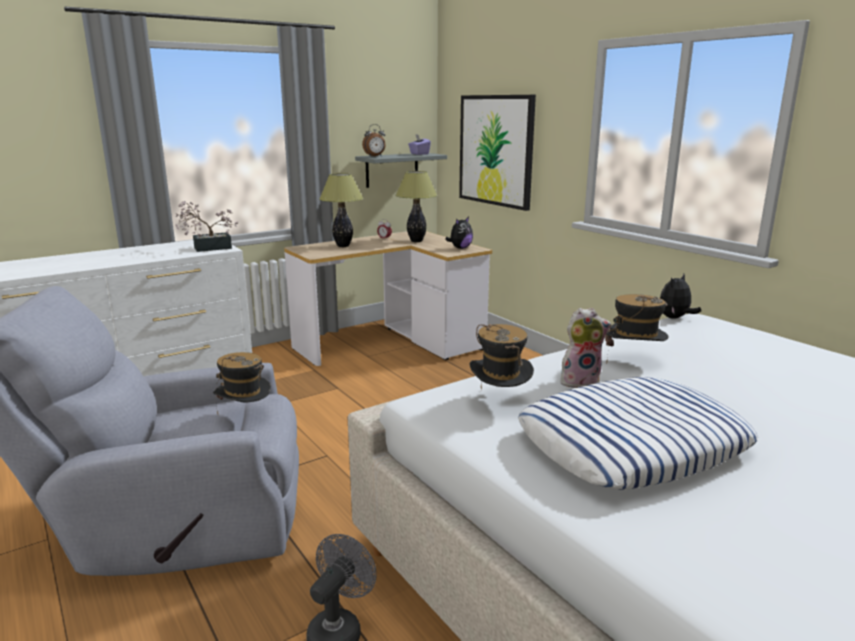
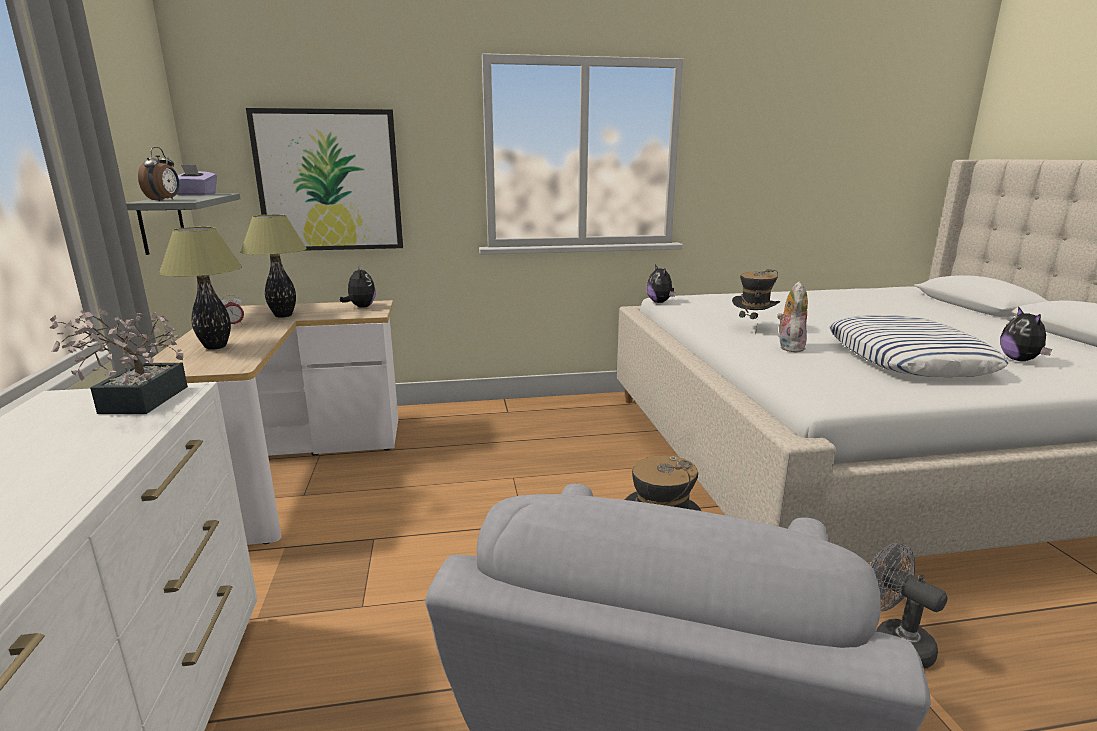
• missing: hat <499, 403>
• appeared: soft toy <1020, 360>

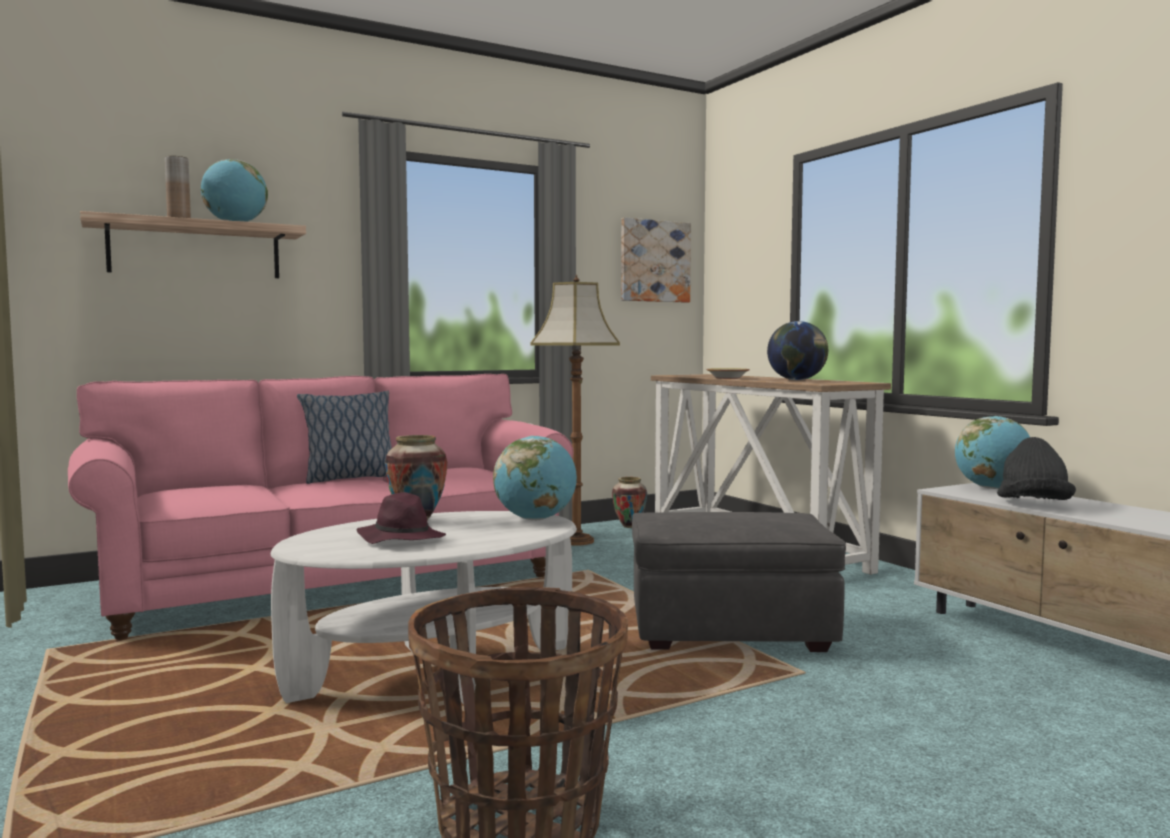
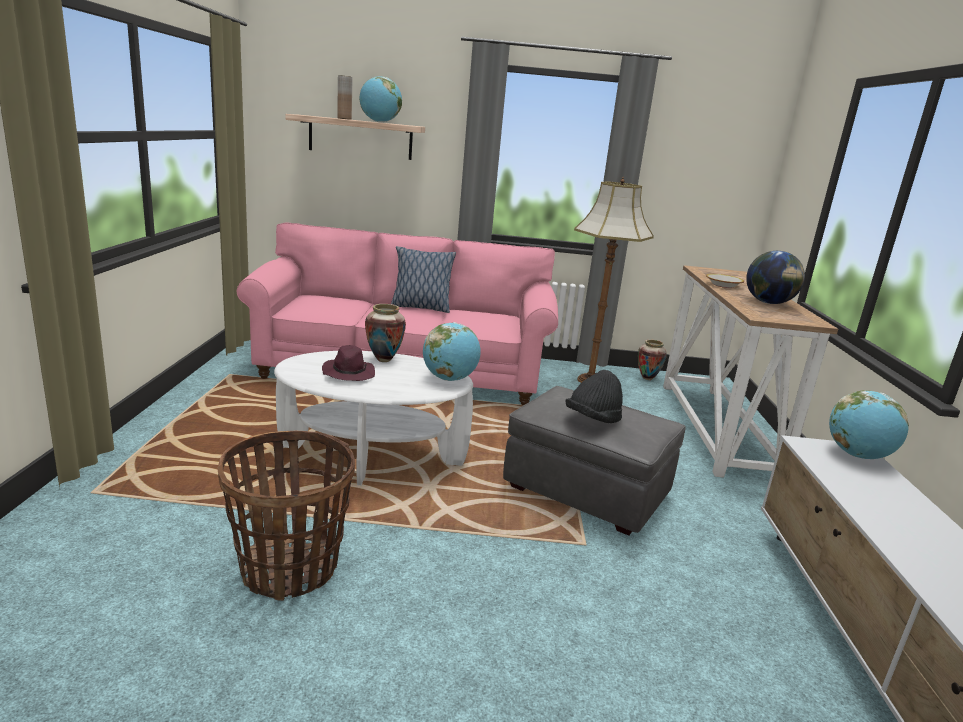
• missing: wall art <654, 261>
• relocated: black hat <1033, 505> to <592, 419>

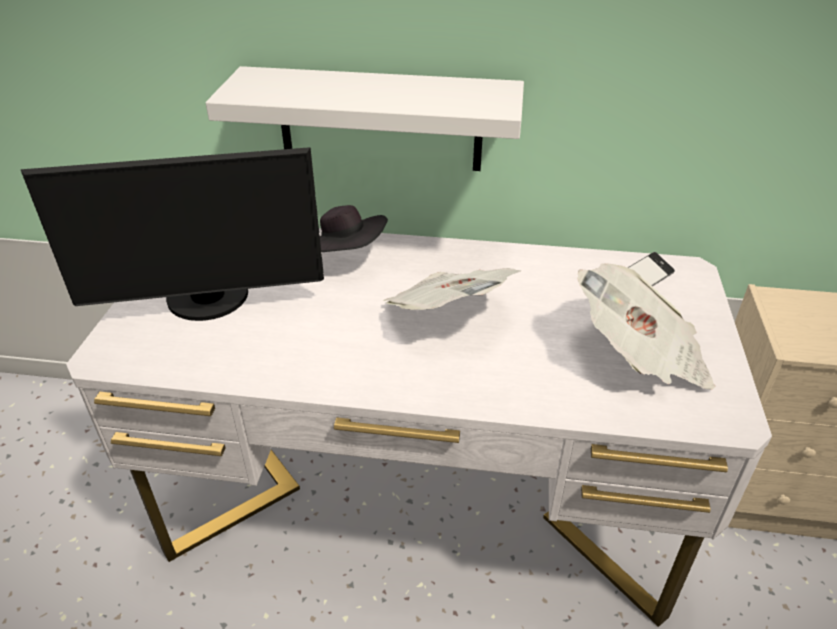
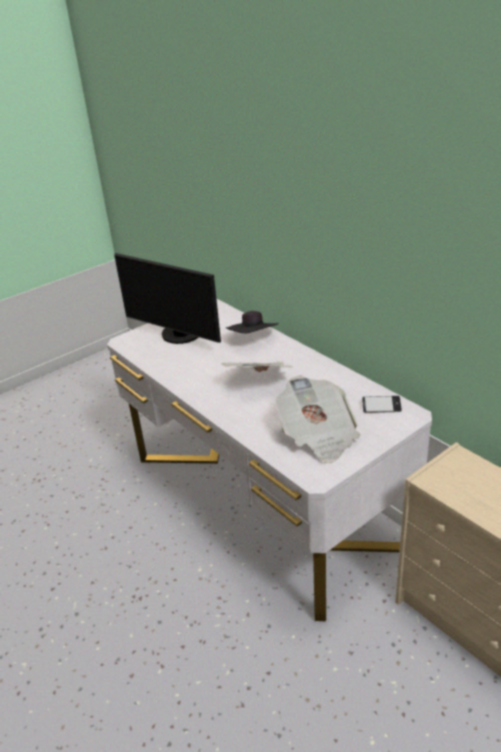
• missing: white shelf <380, 120>

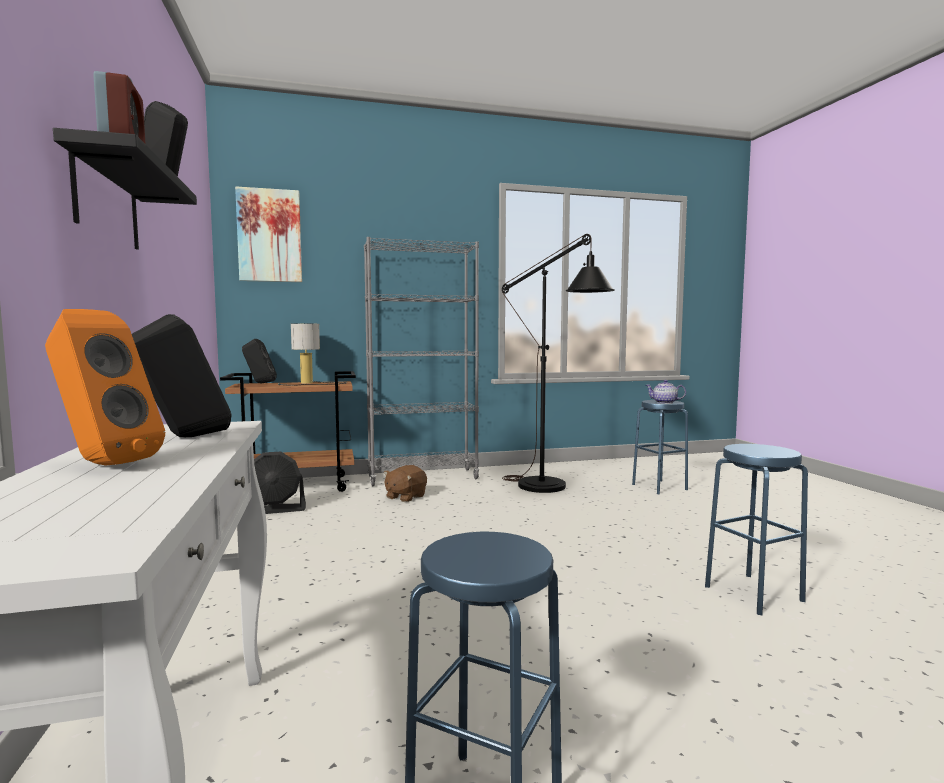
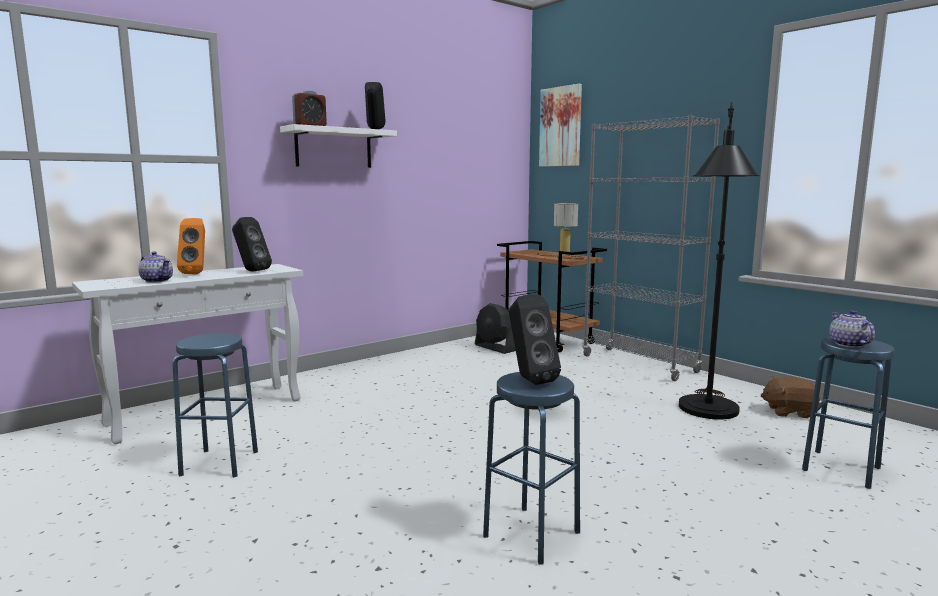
• appeared: teapot <157, 281>
• relocated: black speaker <259, 383> to <529, 380>
• relocated: brown soft toy <405, 497> to <788, 412>
• colour: black shelf <107, 202> to white shelf <333, 148>

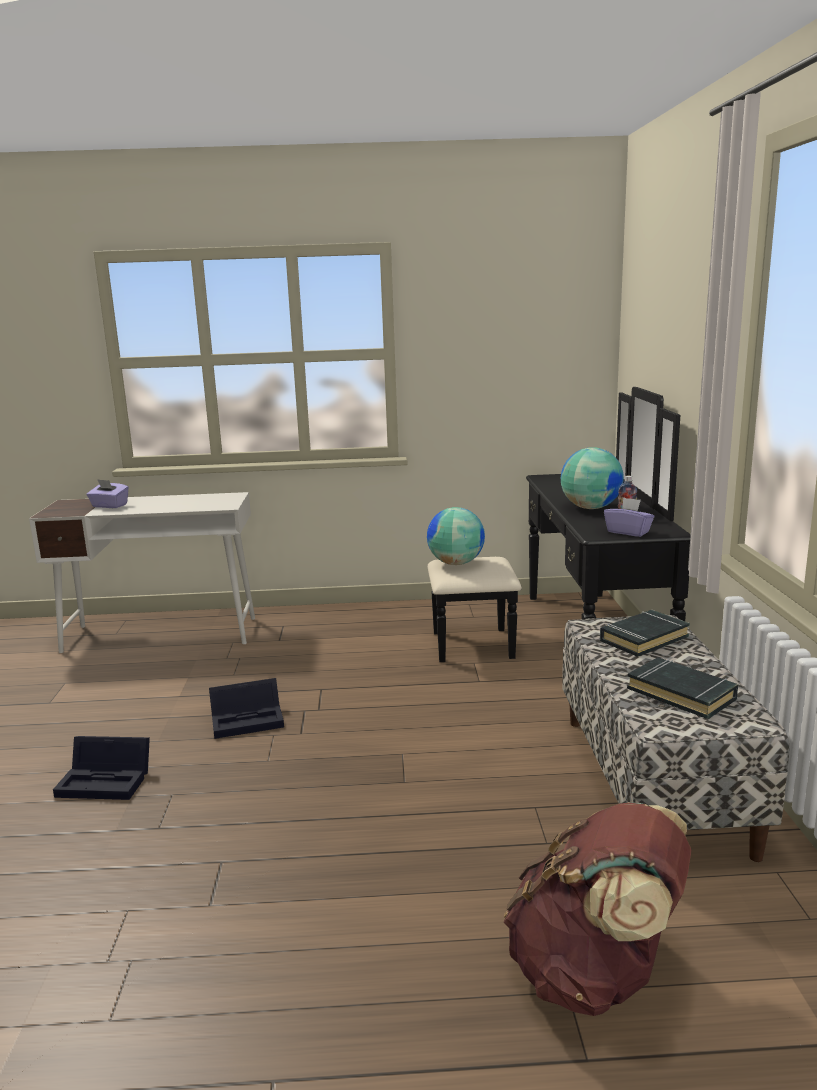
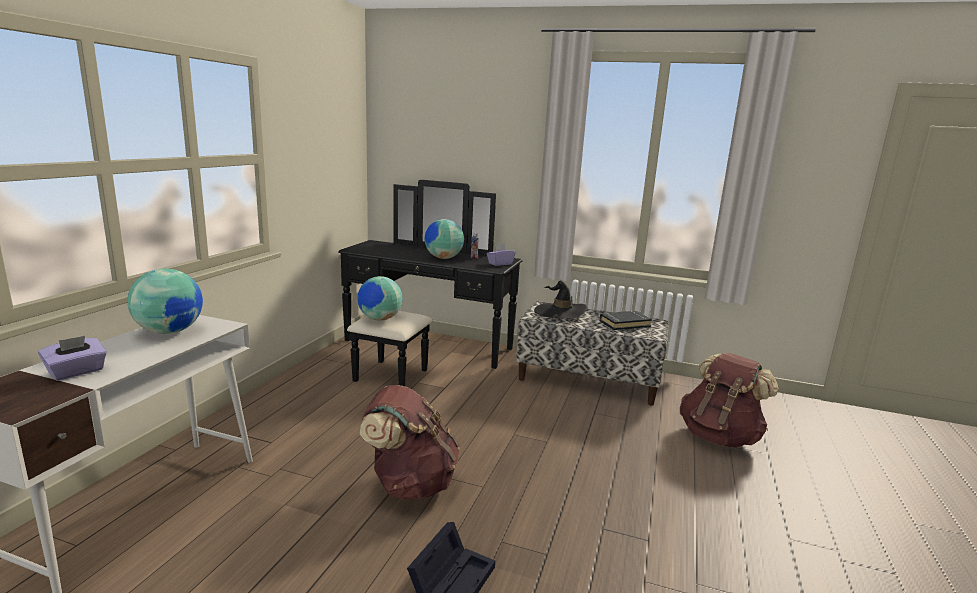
• appeared: desk globe <169, 331>
• exchanged: black storage container <249, 719> to brown rucksack <410, 484>
• exchanged: black bound book <643, 638> to black hat <560, 313>

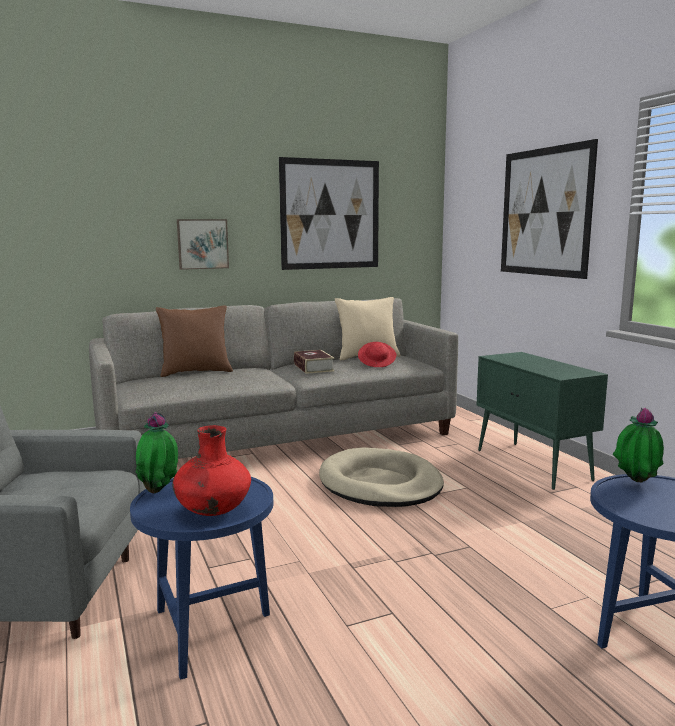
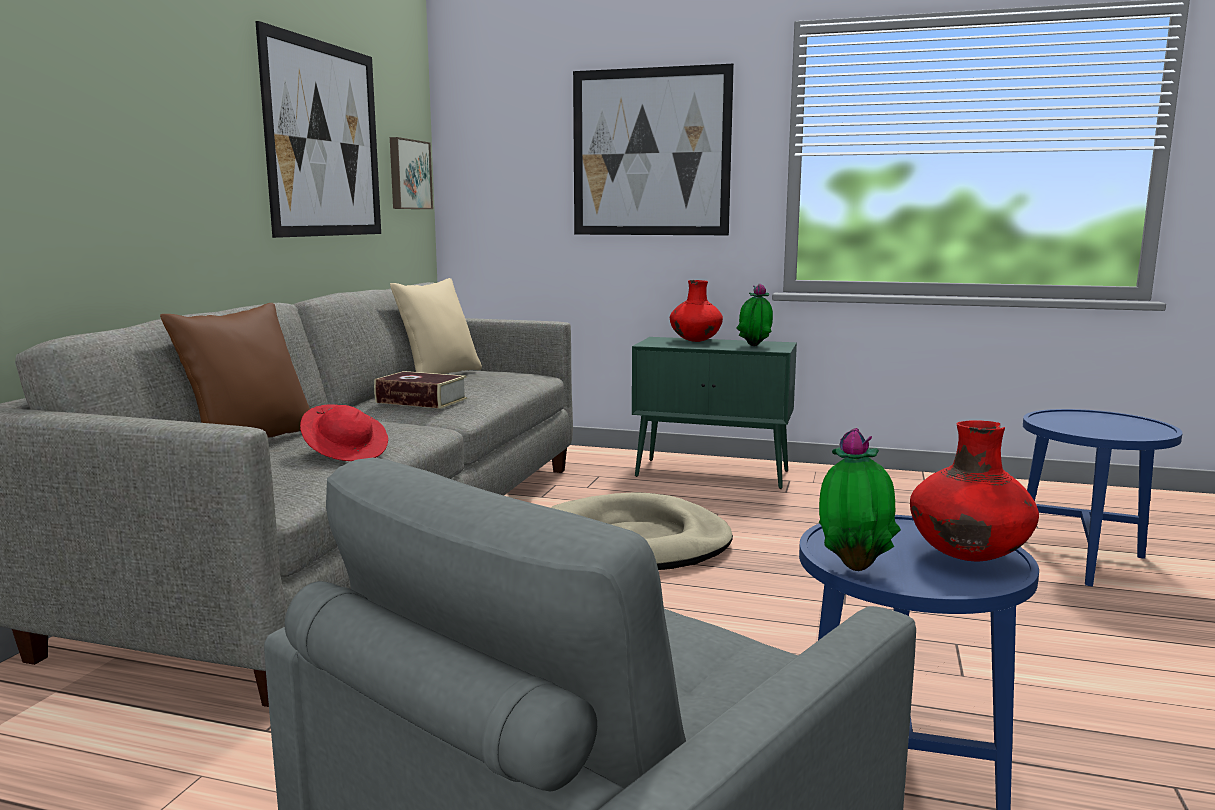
• appeared: reddish vase <695, 341>
• relocated: wall art <202, 244> to <408, 174>
• relocated: reddish hat <377, 363> to <346, 453>
• relocated: houseplant <635, 483> to <754, 346>

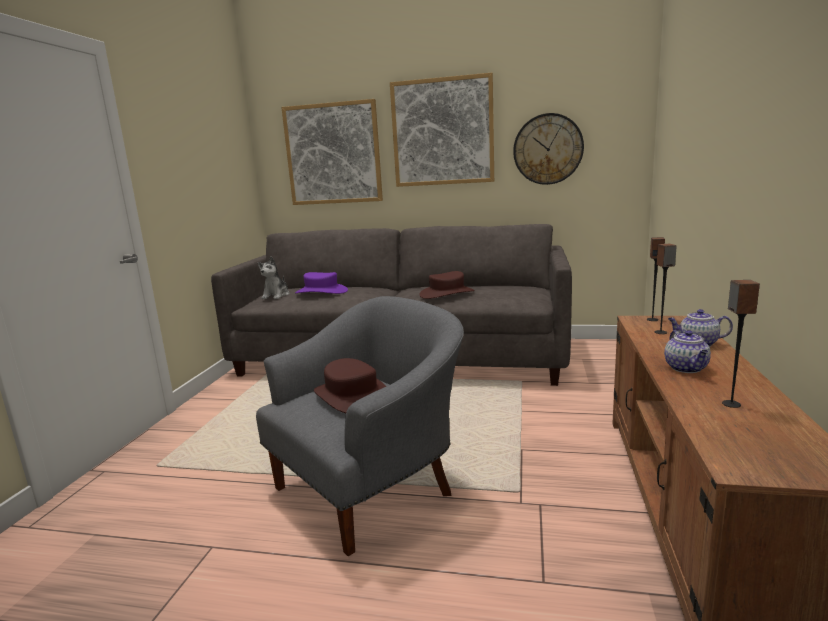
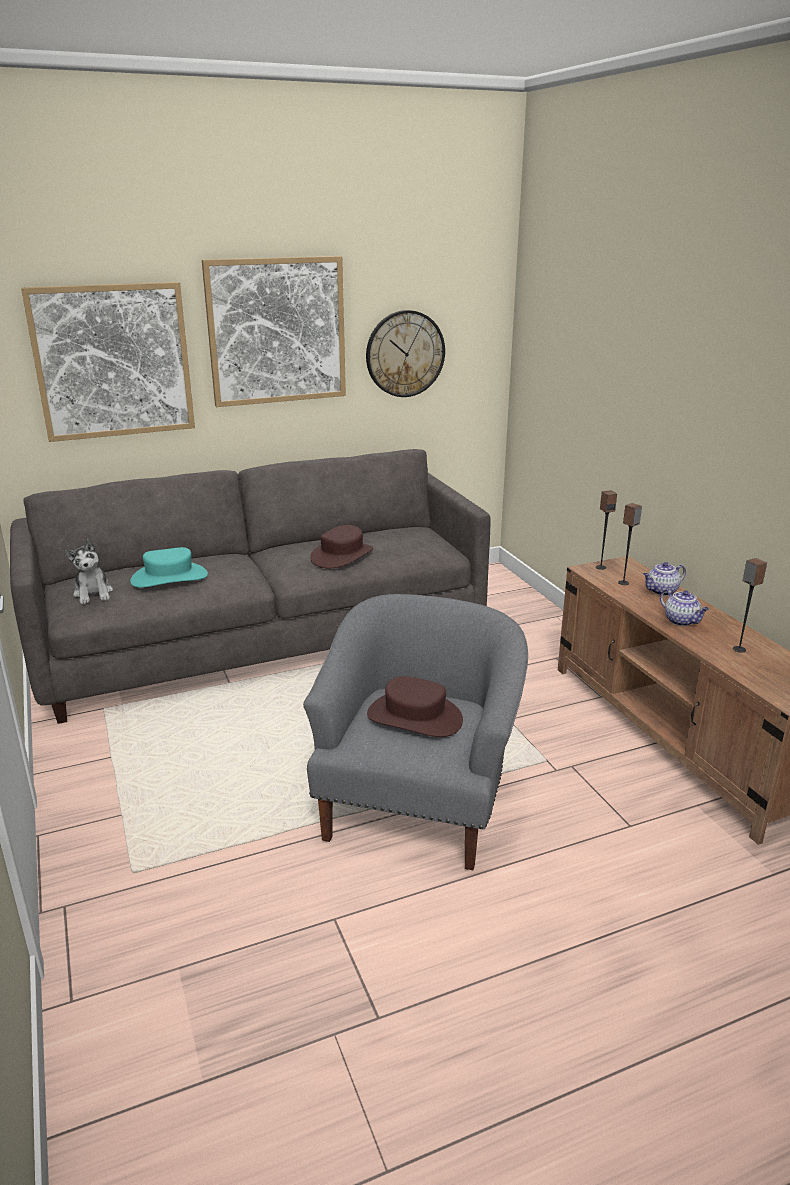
• colour: purple-coloured hat <321, 291> to turquoise-coloured hat <169, 577>

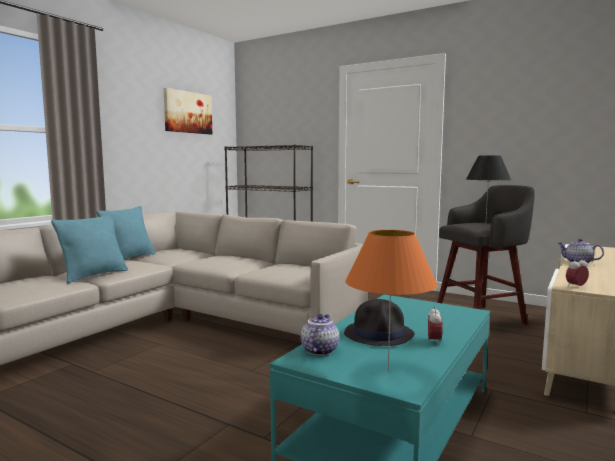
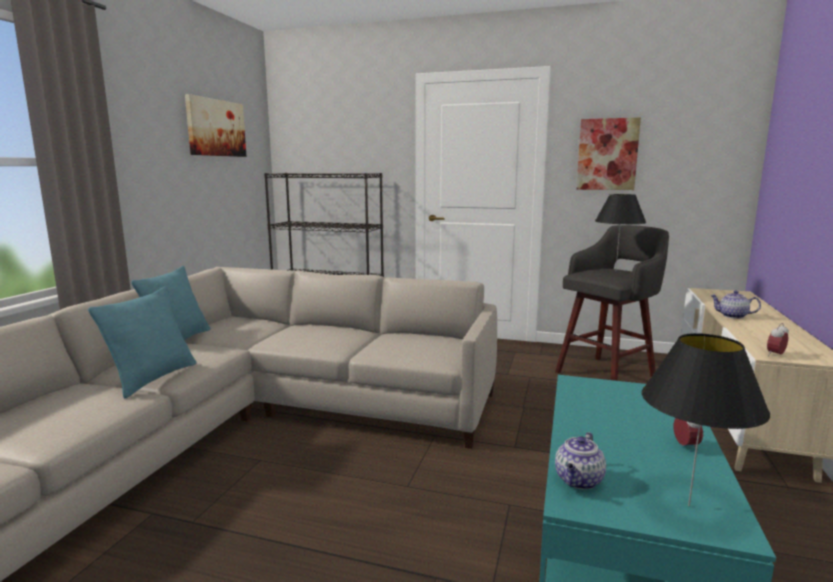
• missing: black hat <379, 334>
• appeared: wall art <607, 154>
• colour: orangey table lamp <388, 371> to black table lamp <689, 505>
• spun: teapot <319, 350> = <579, 481> 150 degrees counterclockwise

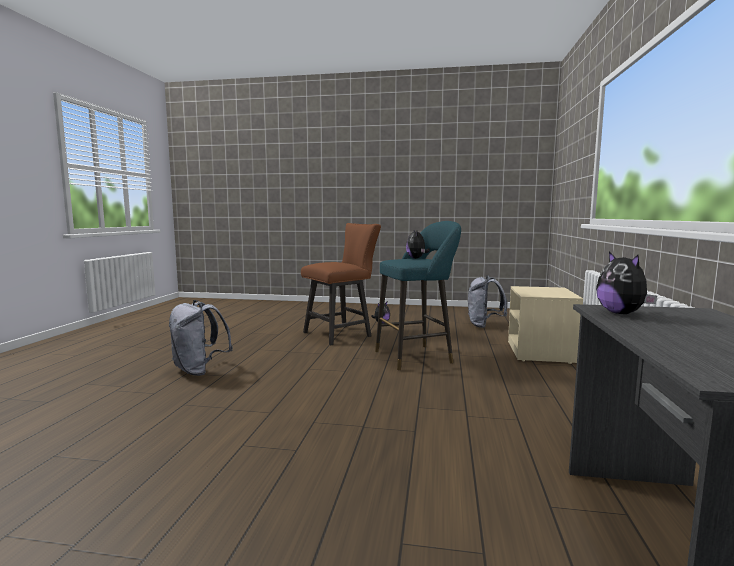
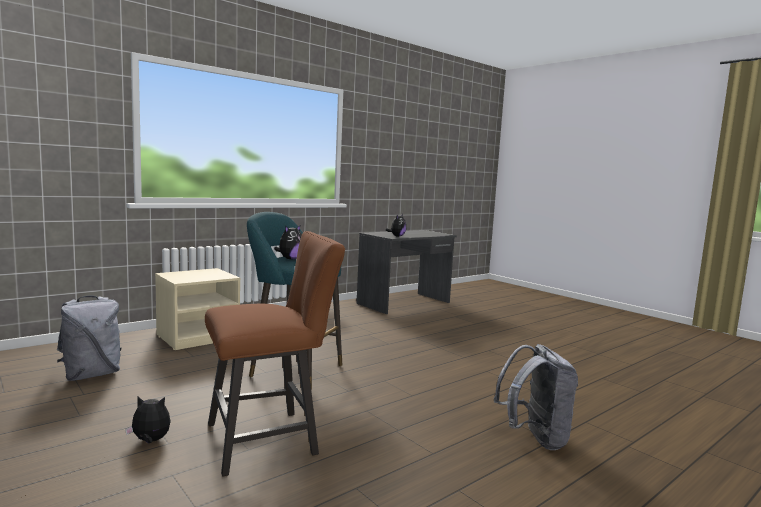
• spun: brown plain chair <341, 334> = <270, 438> 150 degrees clockwise

